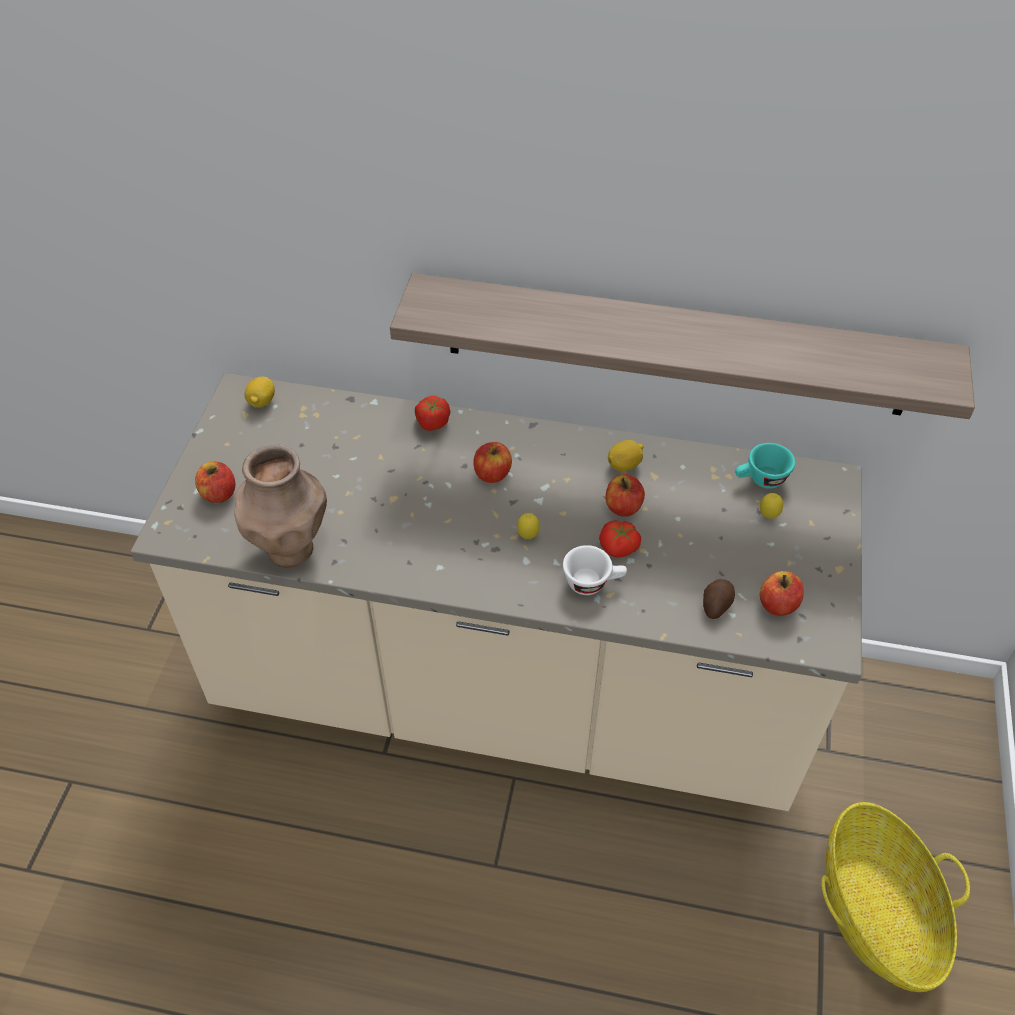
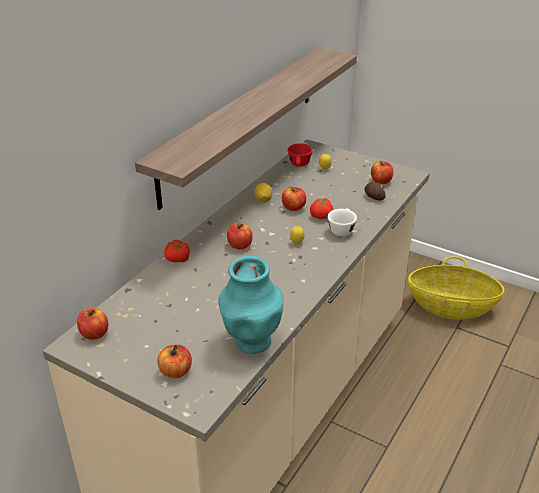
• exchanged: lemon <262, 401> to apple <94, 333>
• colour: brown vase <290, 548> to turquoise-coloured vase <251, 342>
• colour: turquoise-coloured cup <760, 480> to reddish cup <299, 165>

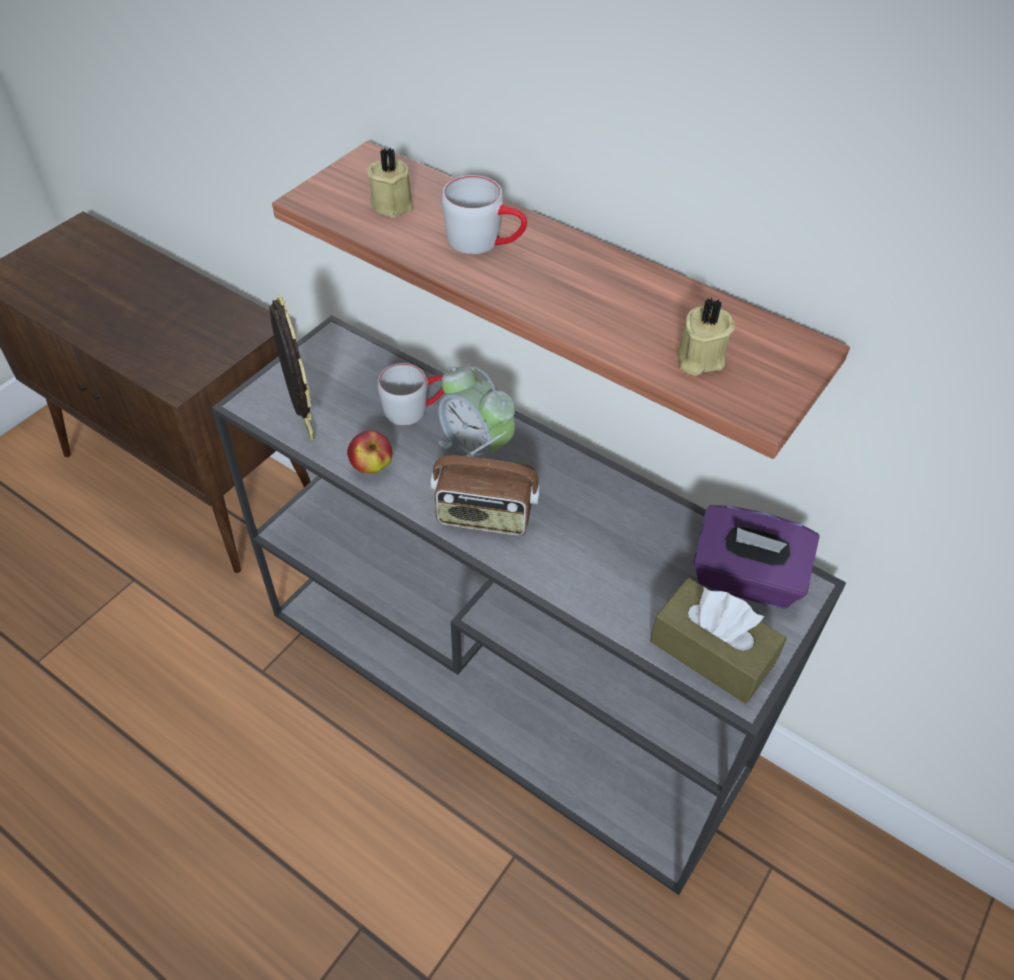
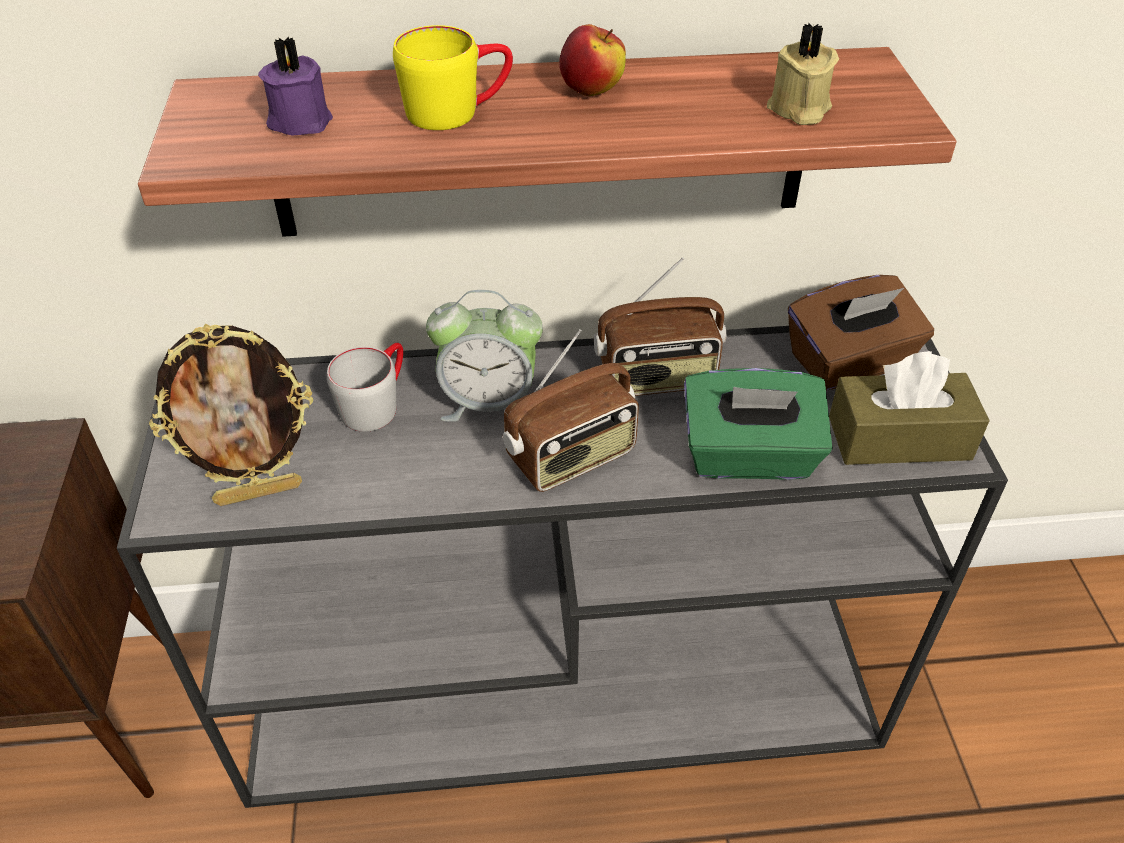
• appeared: radio set <657, 379>
• appeared: greenish tissue box <749, 457>
• relocated: apple <371, 467> to <592, 91>
• colour: beige candle <393, 203> to purple-coloured candle <299, 120>
• colour: greyish mug <485, 242> to yellow-coloured mug <458, 110>
• colour: purple-coloured tissue box <745, 579> to brown tissue box <850, 362>
• spun: picture frame <303, 421> = <259, 492> 135 degrees clockwise

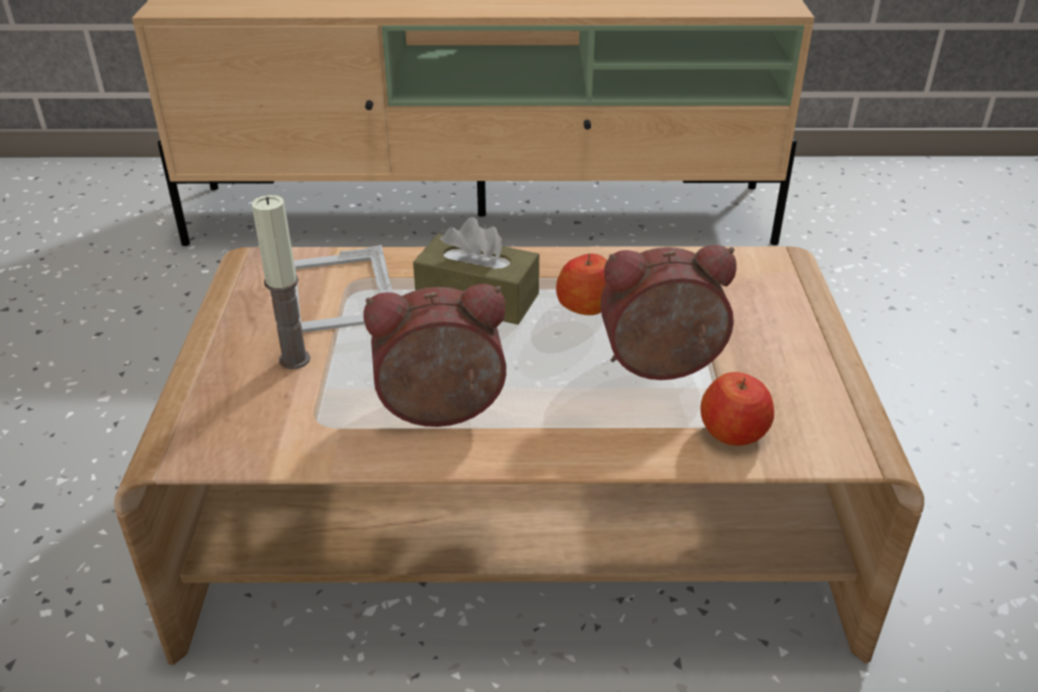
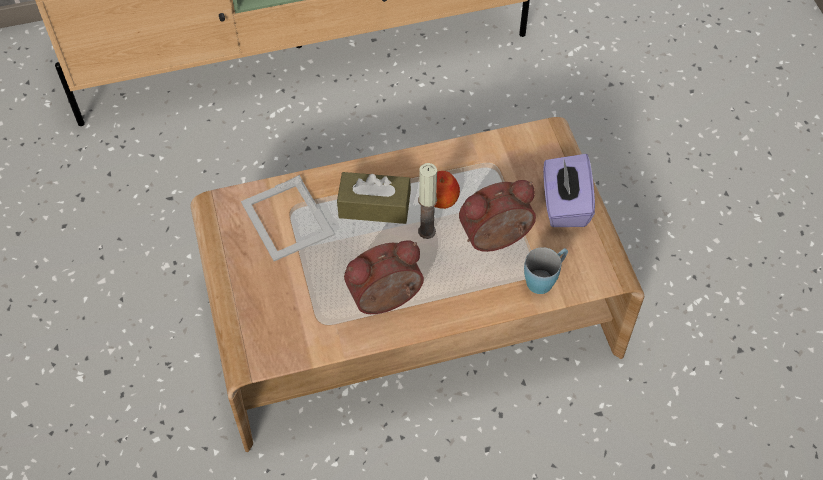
• appeared: purple-coloured tissue box <564, 204>
• relocated: candle <294, 359> to <427, 231>
• exchanged: apple <734, 432> to bluish mug <544, 279>

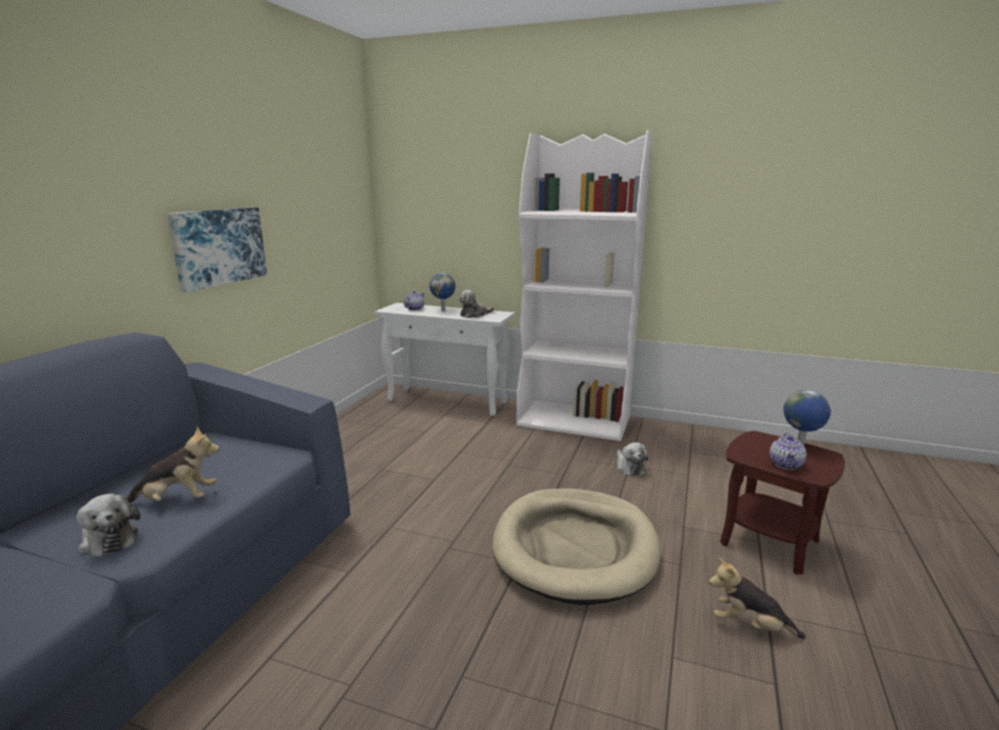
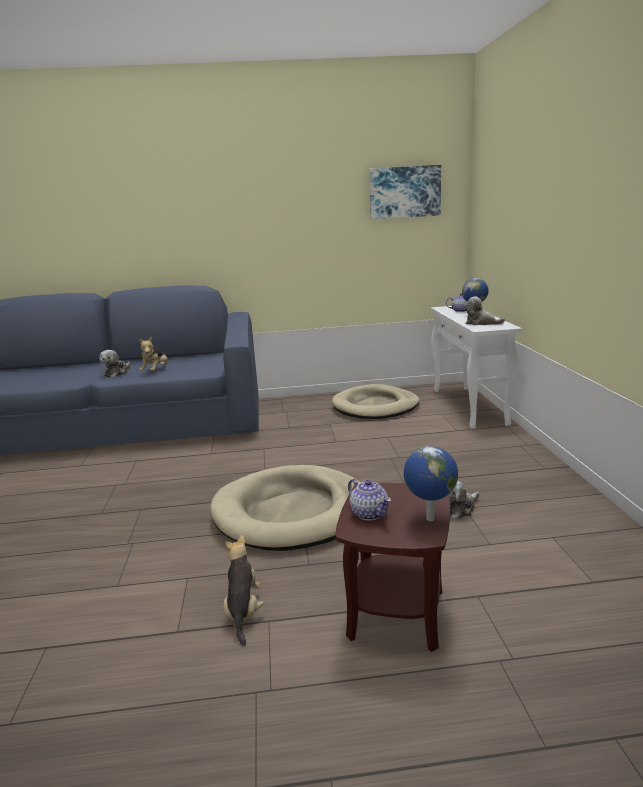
• missing: white shelving unit <575, 421>
• appeared: beige pet bed <375, 406>
• relocated: wall art <219, 246> to <404, 192>
• spun: soft toy <177, 500> = <156, 371> 45 degrees clockwise
• spun: teapot <786, 464> = <369, 513> 120 degrees counterclockwise

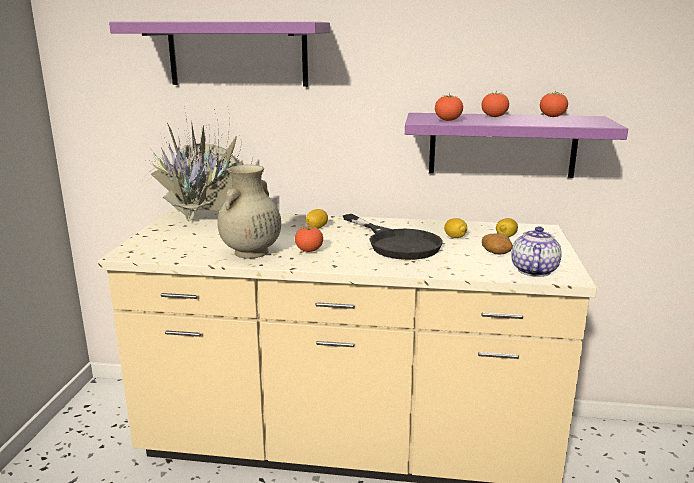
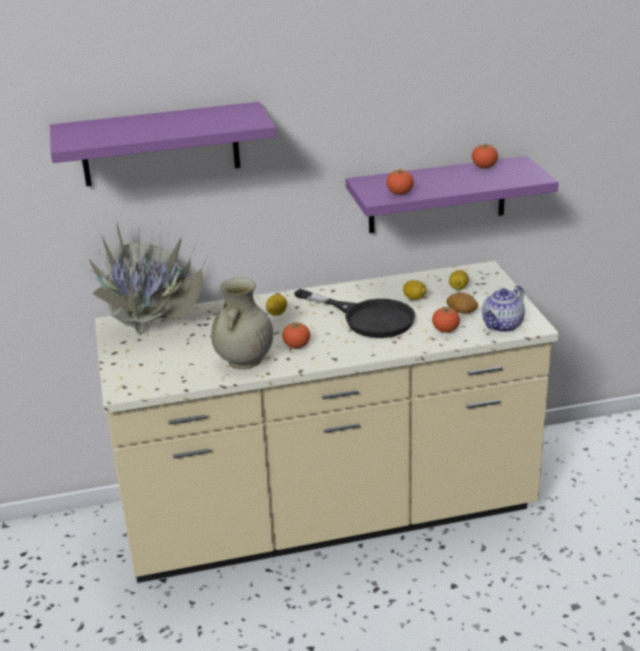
• relocated: whole tomato <494, 117> to <445, 330>
• spun: teapot <533, 270> = <502, 325> 135 degrees counterclockwise

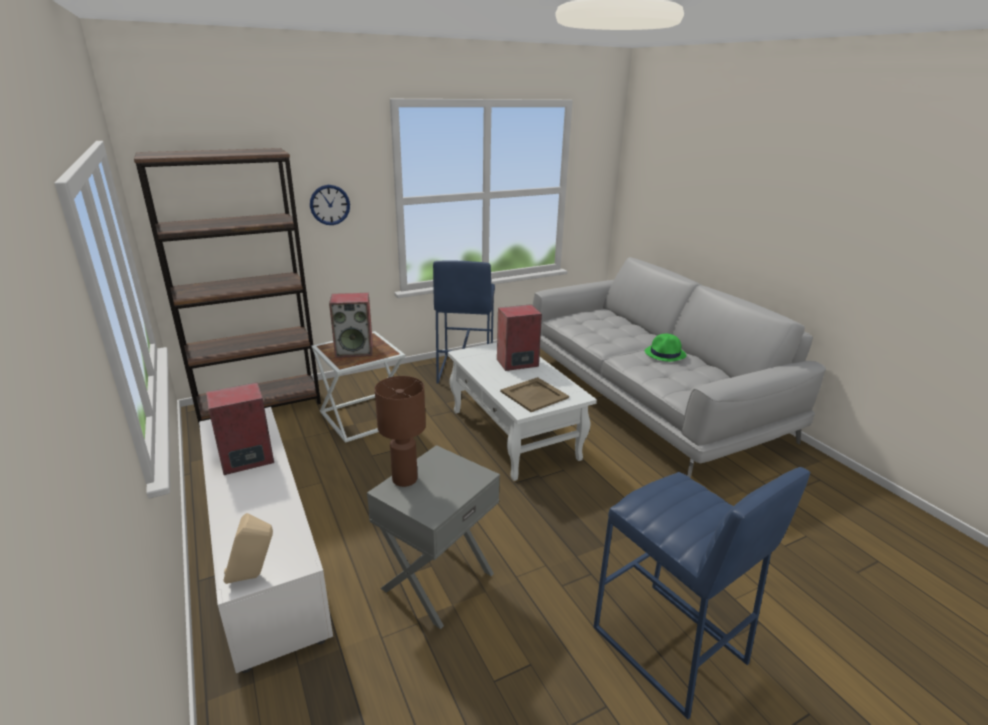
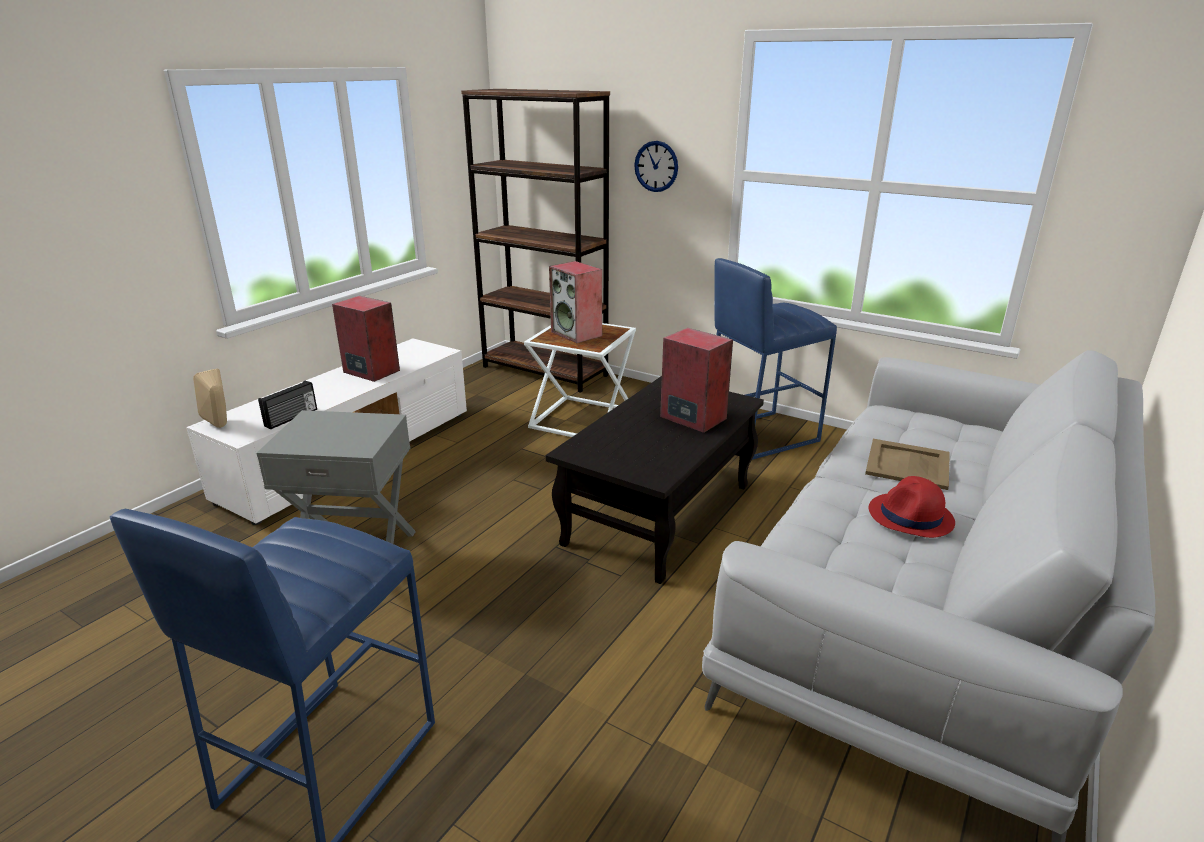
• missing: brown table lamp <405, 480>
• appeared: radio set <292, 418>
• relocated: beige tray <535, 395> to <908, 465>
• colour: white coffee table <514, 434> to black coffee table <658, 515>
• colour: greenish hat <665, 354> to reddish hat <911, 517>

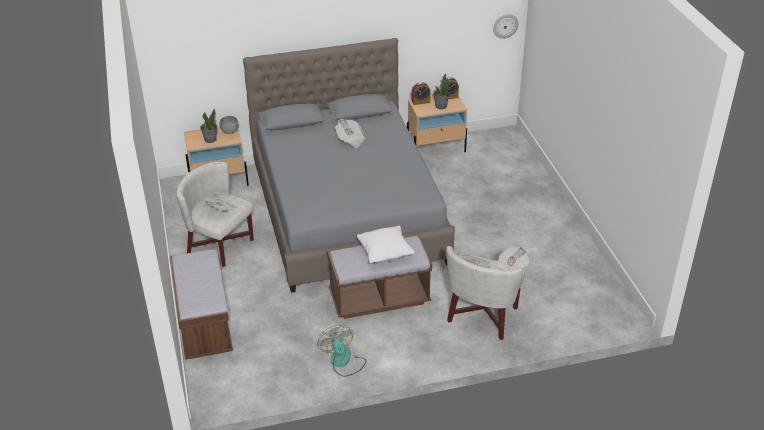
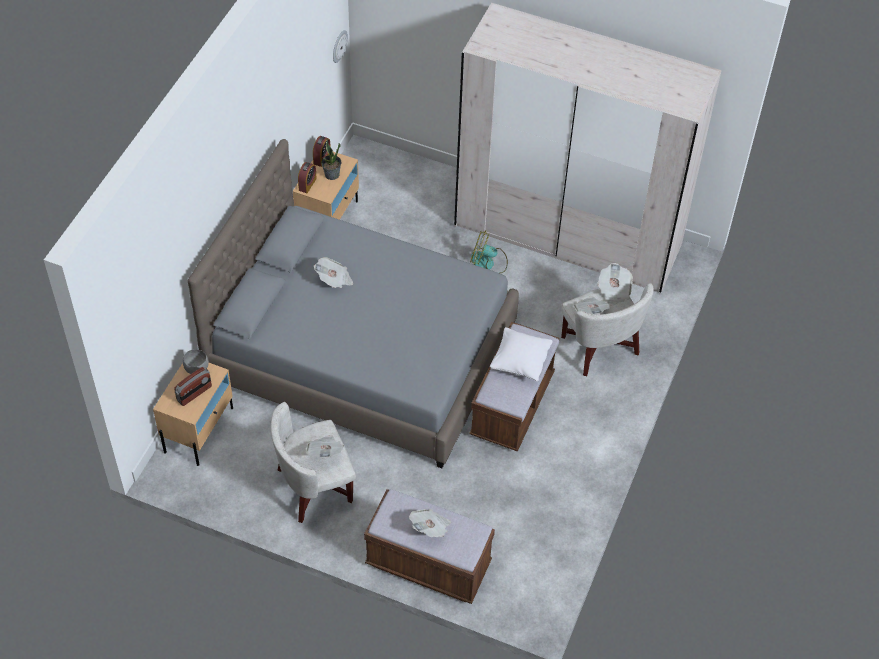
• appeared: newspaper <430, 528>
• appeared: beige clothes cupboard <568, 235>
• relocated: cooling fan <343, 362> to <488, 263>
• exchanged: houseplant <210, 139> to radio set <194, 393>

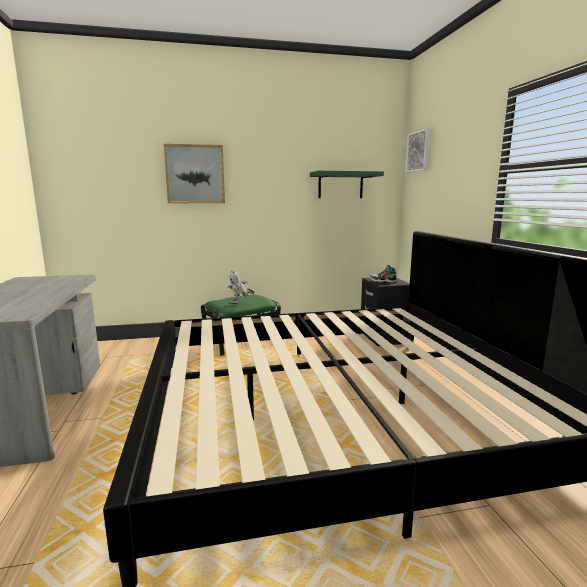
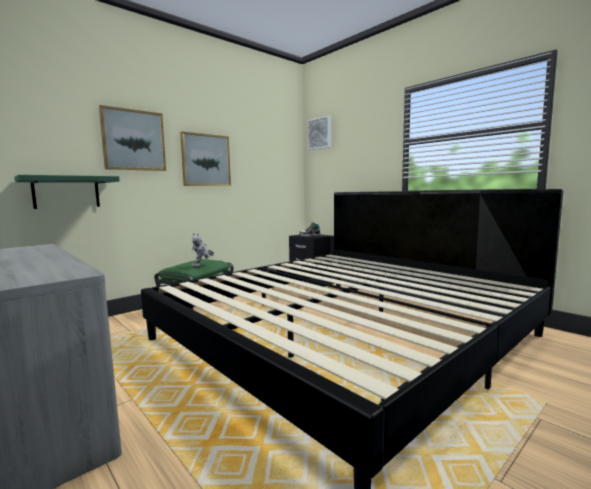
• appeared: wall art <205, 160>
• relocated: greenish shelf <340, 185> to <66, 192>

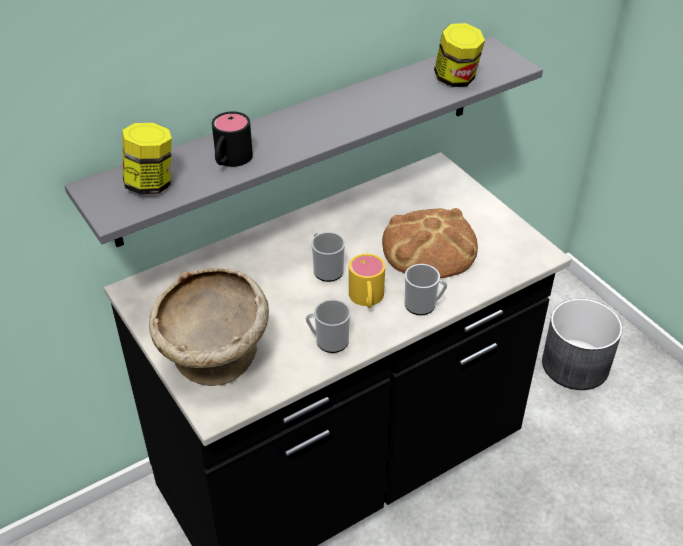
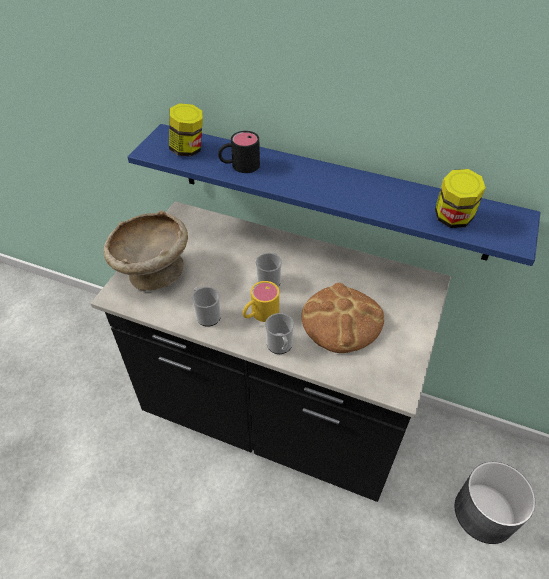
• colour: greyish shelf <301, 139> to bluish shelf <330, 191>

